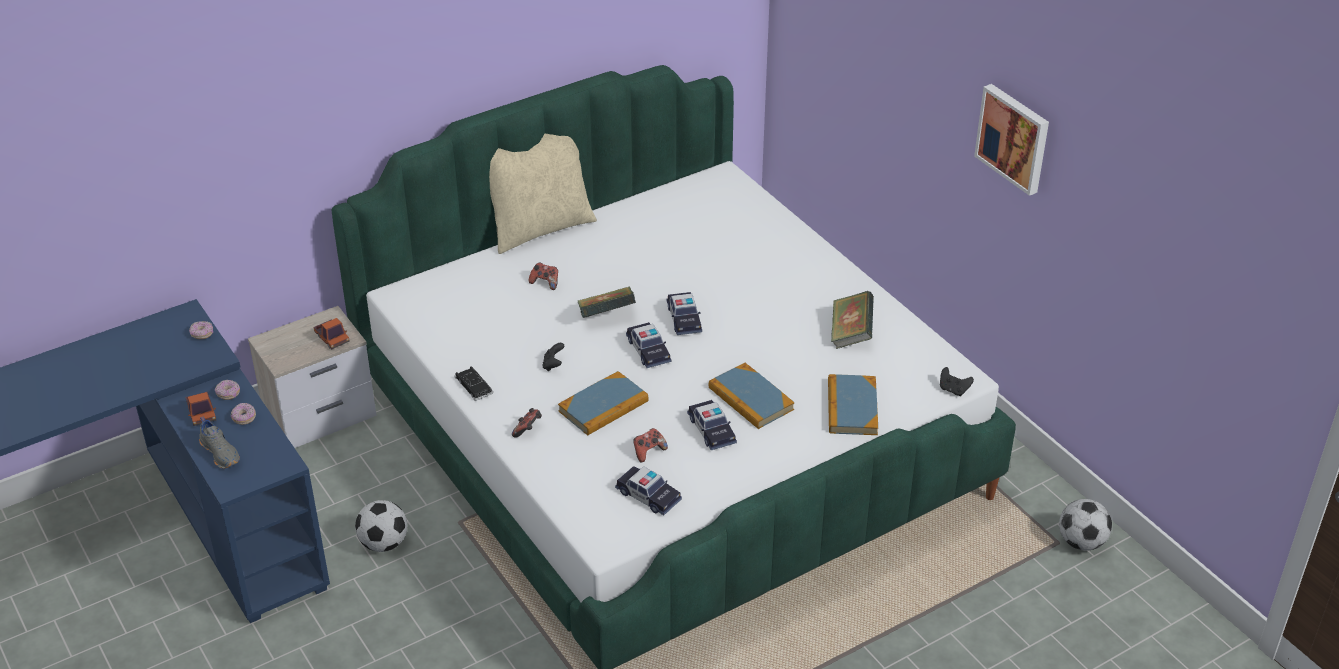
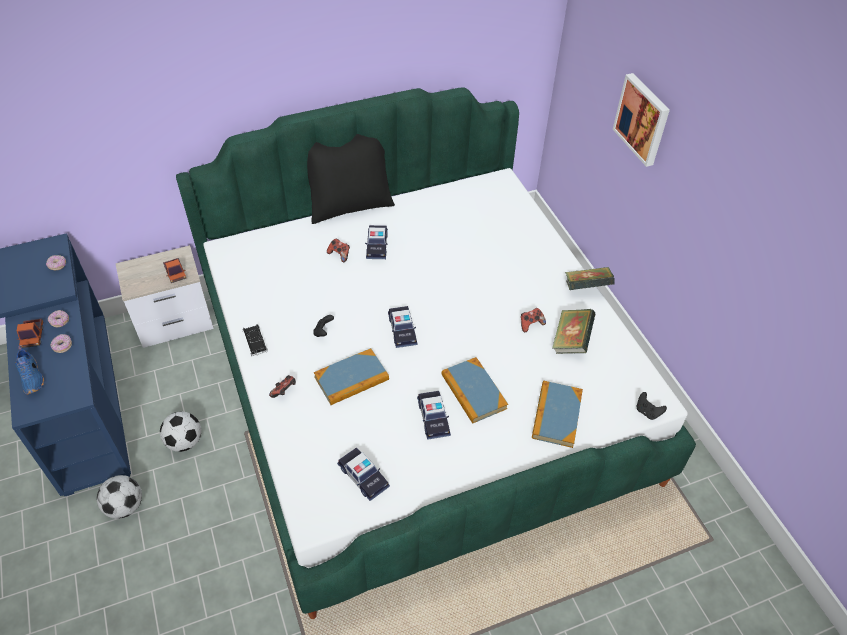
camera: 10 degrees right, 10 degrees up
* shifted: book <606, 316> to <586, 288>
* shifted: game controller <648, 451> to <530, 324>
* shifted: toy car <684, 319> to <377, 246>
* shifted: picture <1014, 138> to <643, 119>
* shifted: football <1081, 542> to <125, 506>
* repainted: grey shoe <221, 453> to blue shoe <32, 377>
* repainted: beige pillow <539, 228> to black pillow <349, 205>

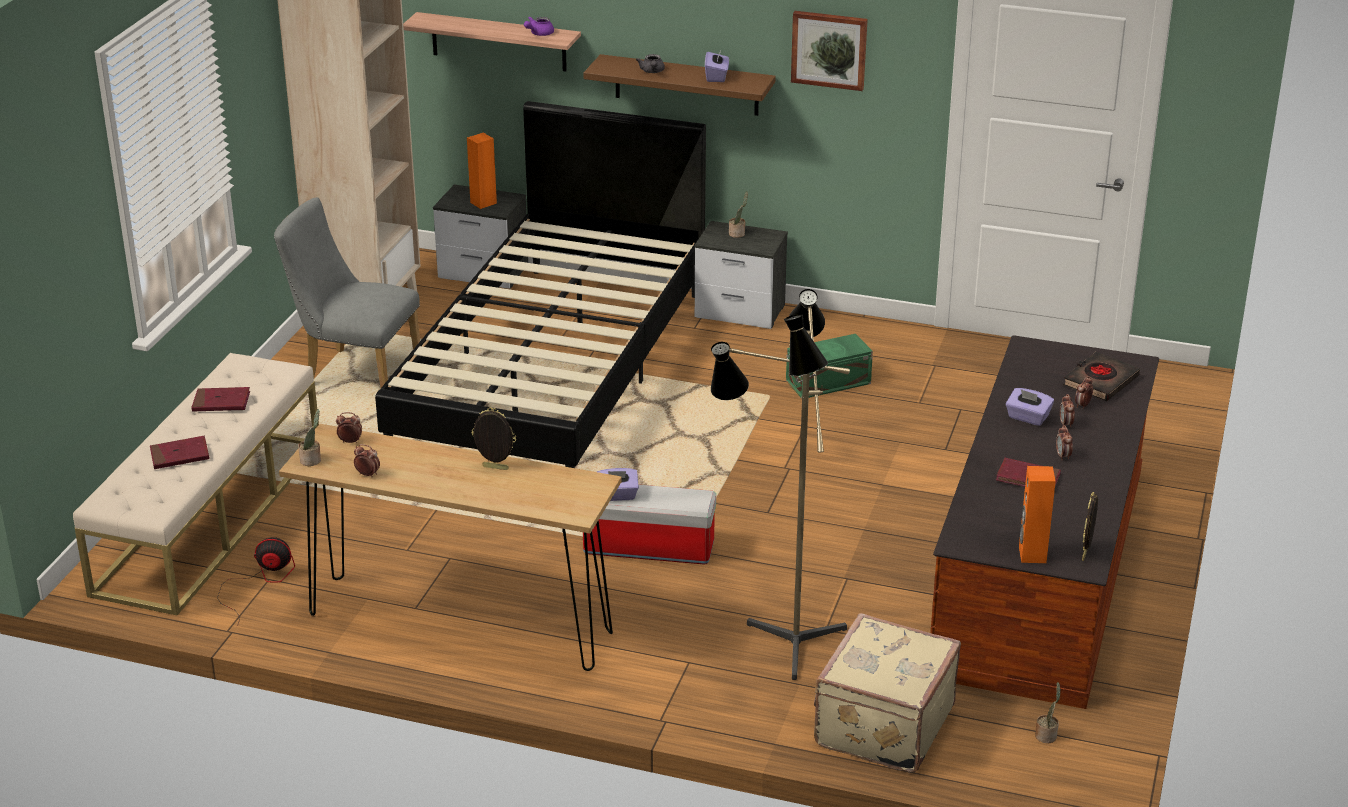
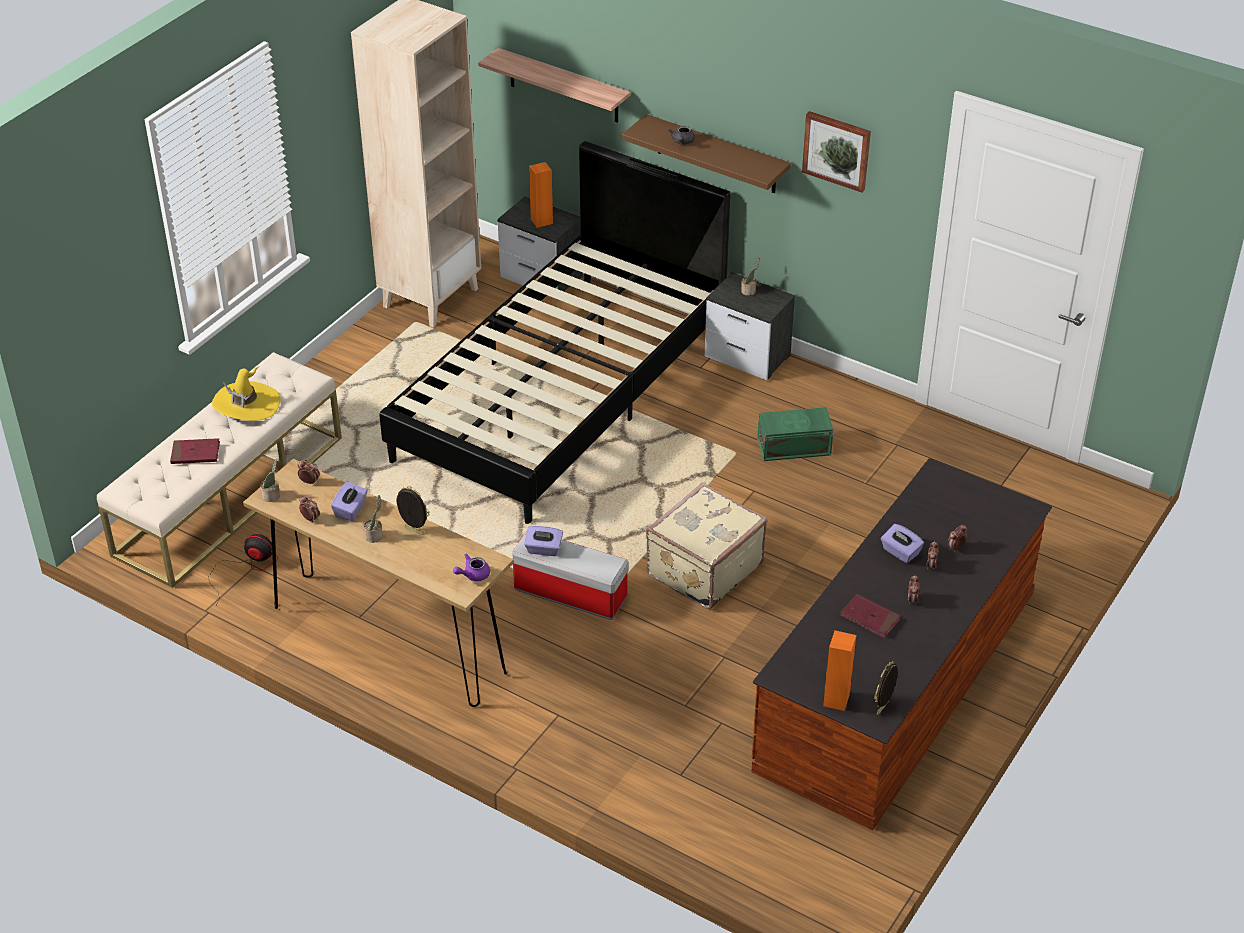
camera: 15 degrees right, 10 degrees up
* gone: grey chair <355, 373>
* gone: floor lamp <783, 644>
* gone: black book <1100, 381>
* shifted: purple teapot <539, 34> to <473, 575>
* shifted: purple tissue box <716, 76> to <351, 510>
* shifted: beige suitcase <881, 725> to <702, 569>
* shifted: potted plant <1046, 735> to <375, 536>
* swapped: red book <221, 402> to yellow hat <246, 404>

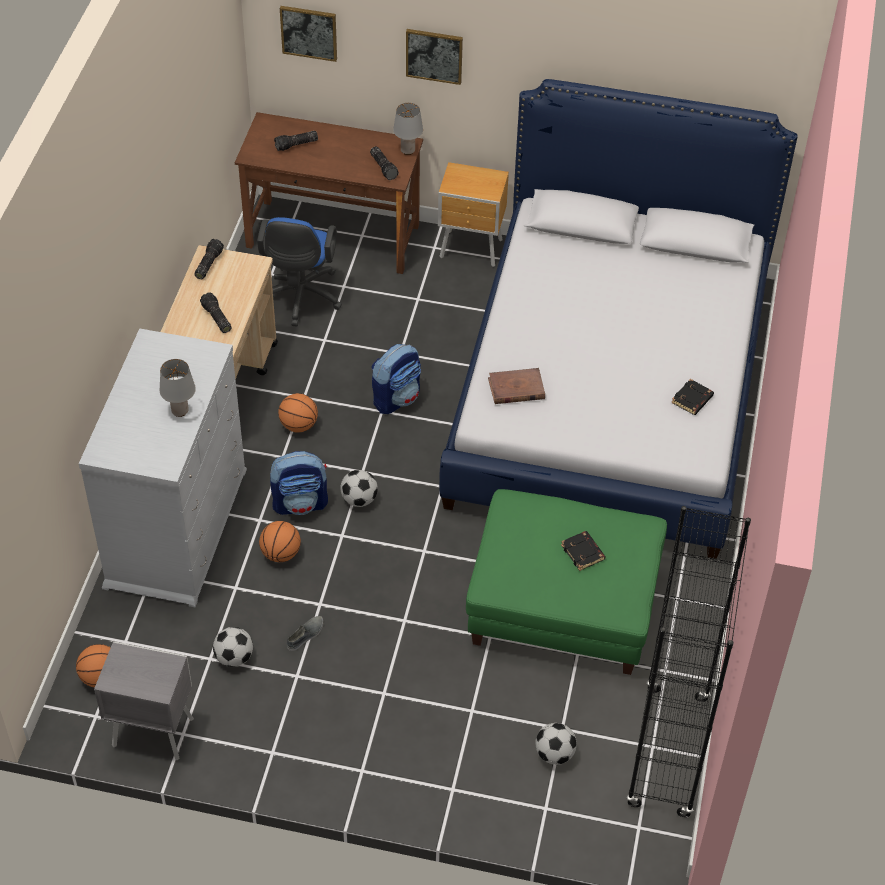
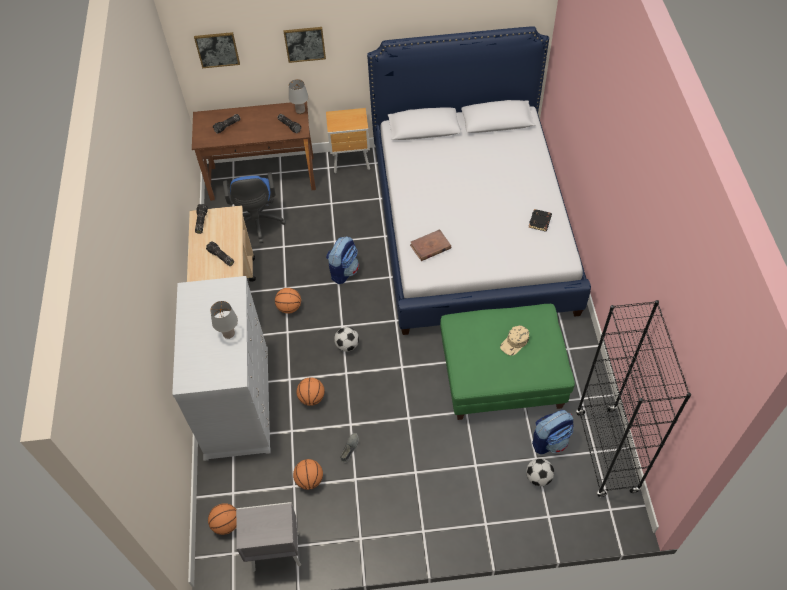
camera: 15 degrees left, 5 degrees up
* shifted: backpack <300, 503> to <550, 441>
* swapped: football <234, 657> to basketball <309, 480>
* swapped: black book <583, 553> to beige cap <515, 342>

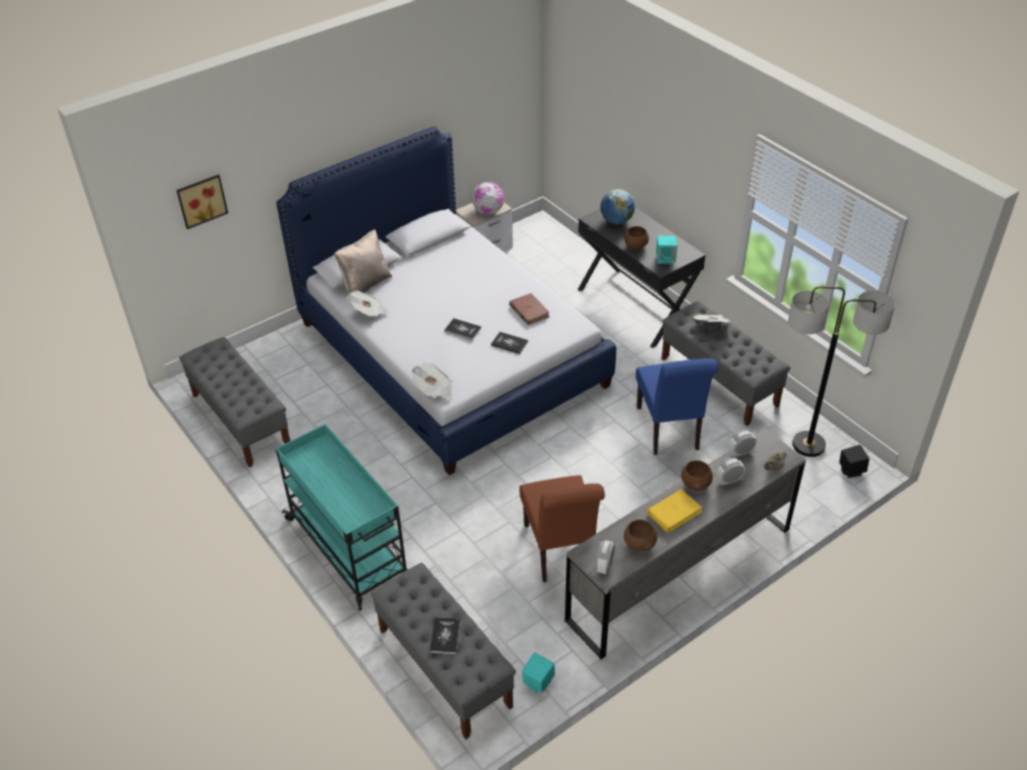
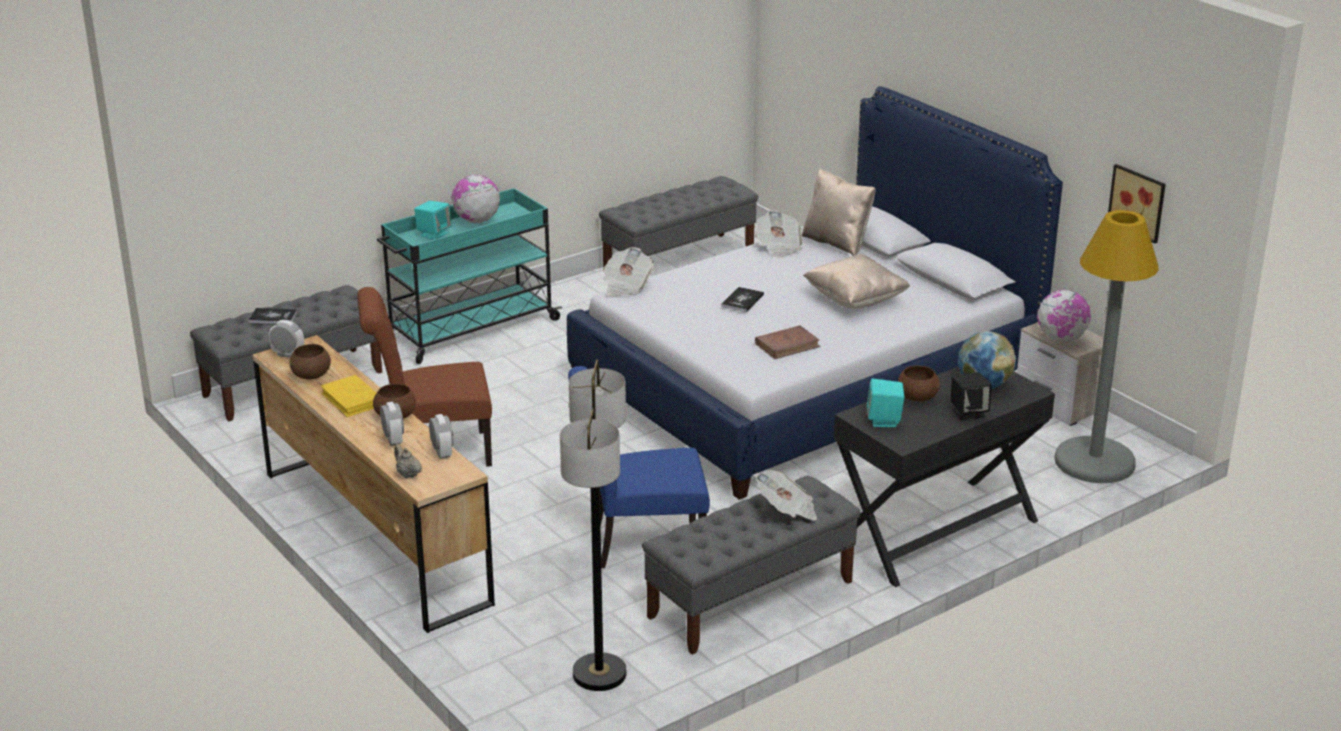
camera: 90 degrees right, 15 degrees down
* gone: book <509, 343>
* new: globe <476, 221>
* new: beige pillow <855, 300>
* new: grey floor lamp <1094, 462>
* shifted: picture <201, 200> to <1138, 202>
* shifted: turquoise speaker <538, 682> to <433, 234>
* shifted: black speaker <850, 470> to <968, 412>
* repainted: grey dresser <680, 573> to brown dresser <375, 536>

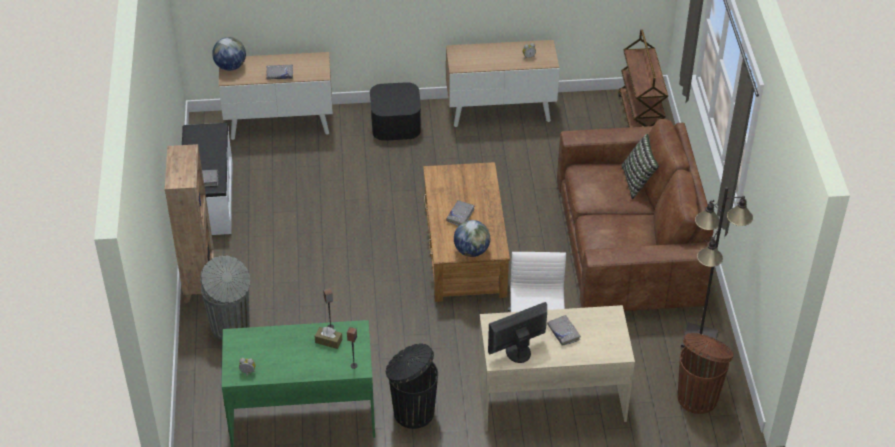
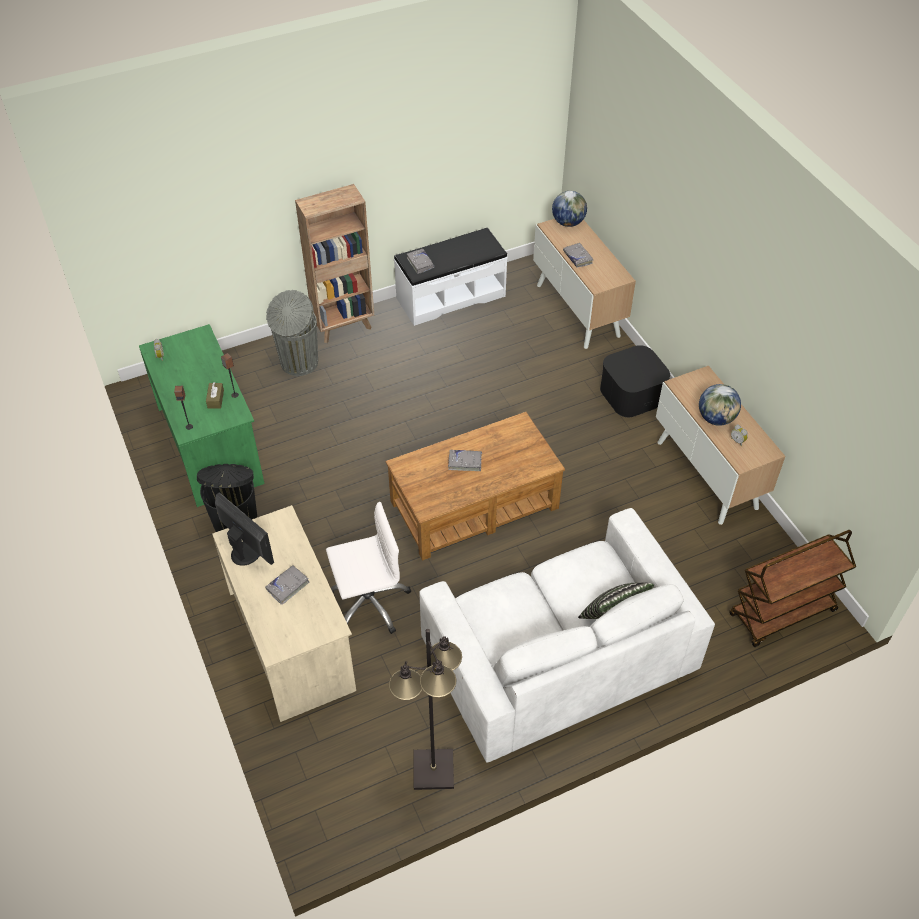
camera: 70 degrees right, 5 degrees up
* gone: brown trash can <698, 397>
* shifted: globe <471, 251> to <716, 418>
* repainted: brown sofa <629, 244> to white sofa <558, 656>

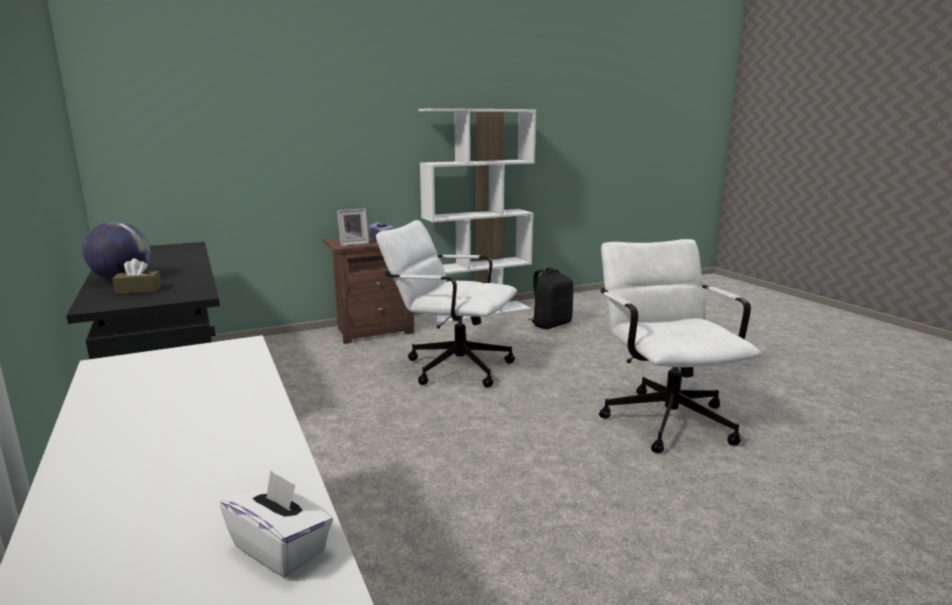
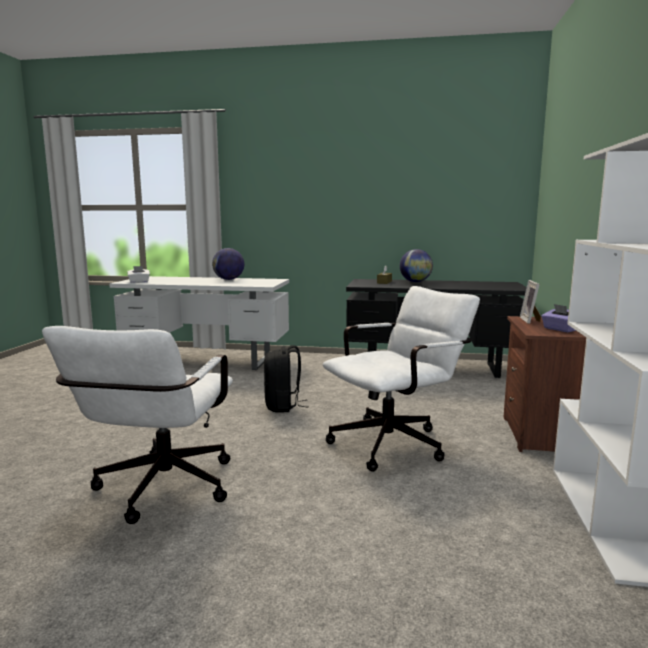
camera: 125 degrees right, 5 degrees down
* new: globe <229, 279>
* shifted: black backpack <550, 324> to <283, 406>
* rotated: white office chair <663, 416> = <159, 492> 75 degrees clockwise

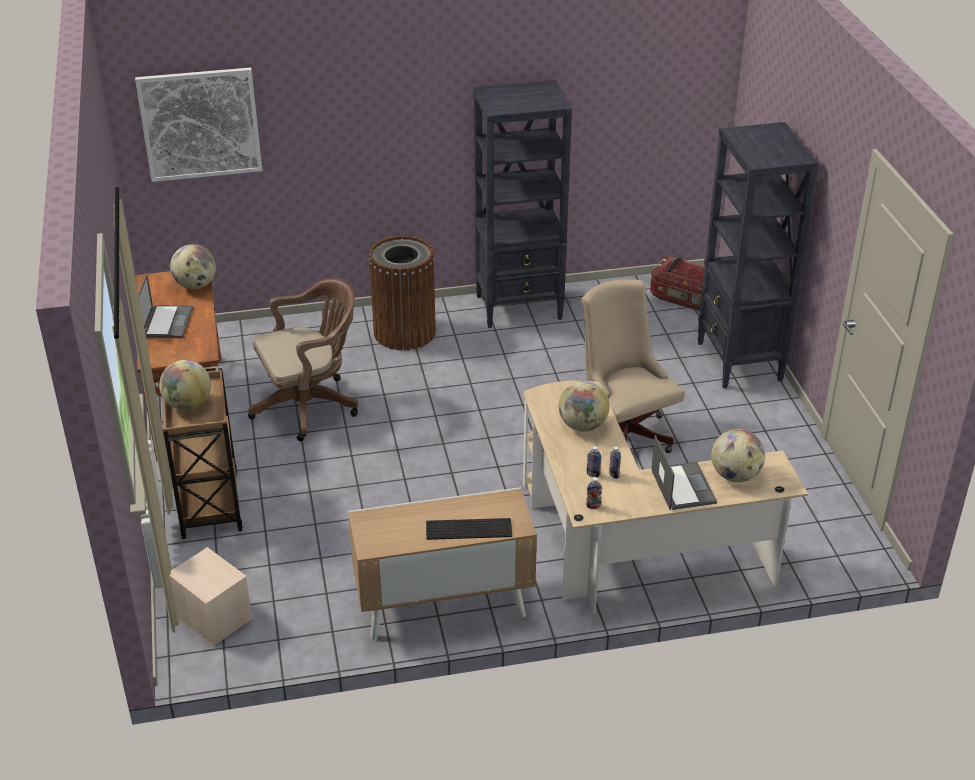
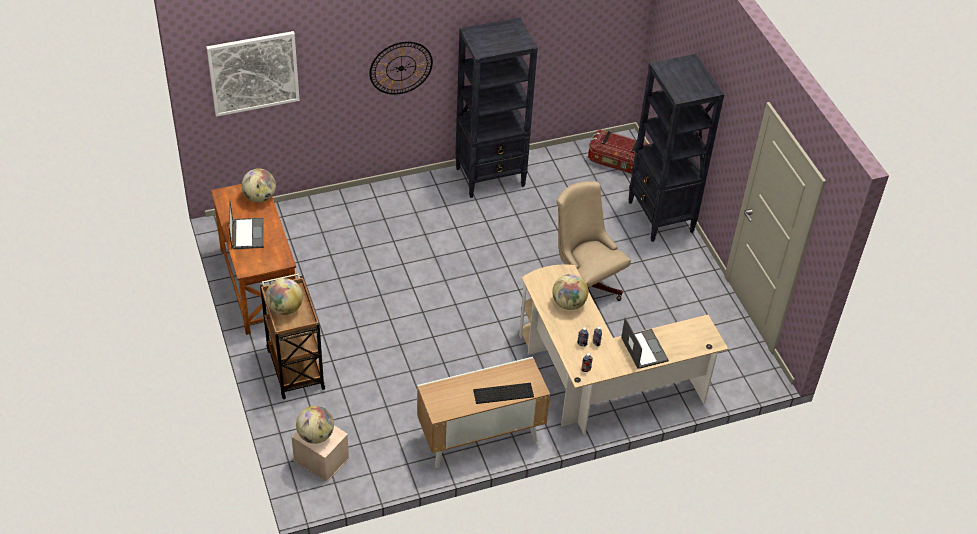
camera: 10 degrees left, 10 degrees up
* gone: brown office chair <310, 405>
* gone: brown trash can <404, 332>
* new: wall clock <401, 68>
* shifted: globe <735, 475> to <316, 435>

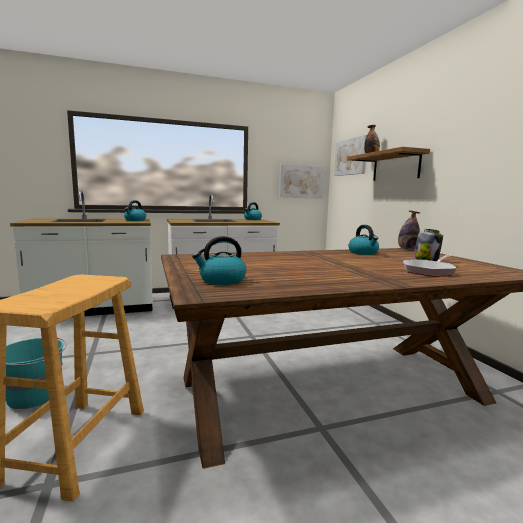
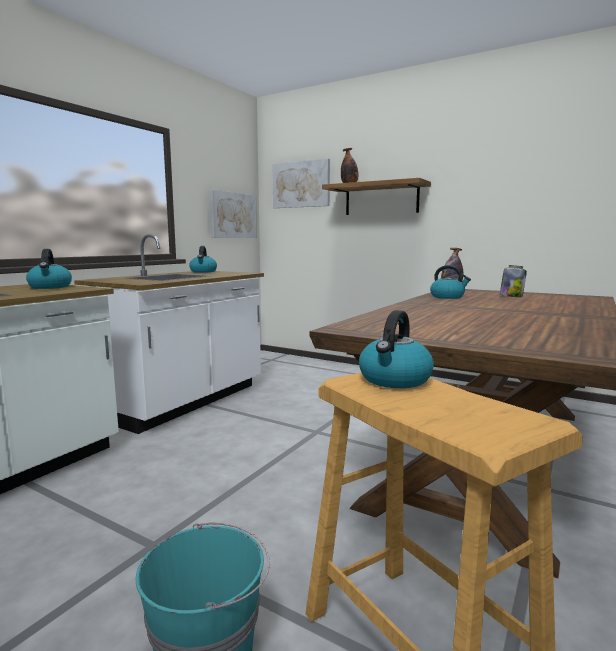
camera: 40 degrees left, 0 degrees up
* gone: frying pan <429, 271>
* shifted: kettle <221, 280> to <395, 380>

